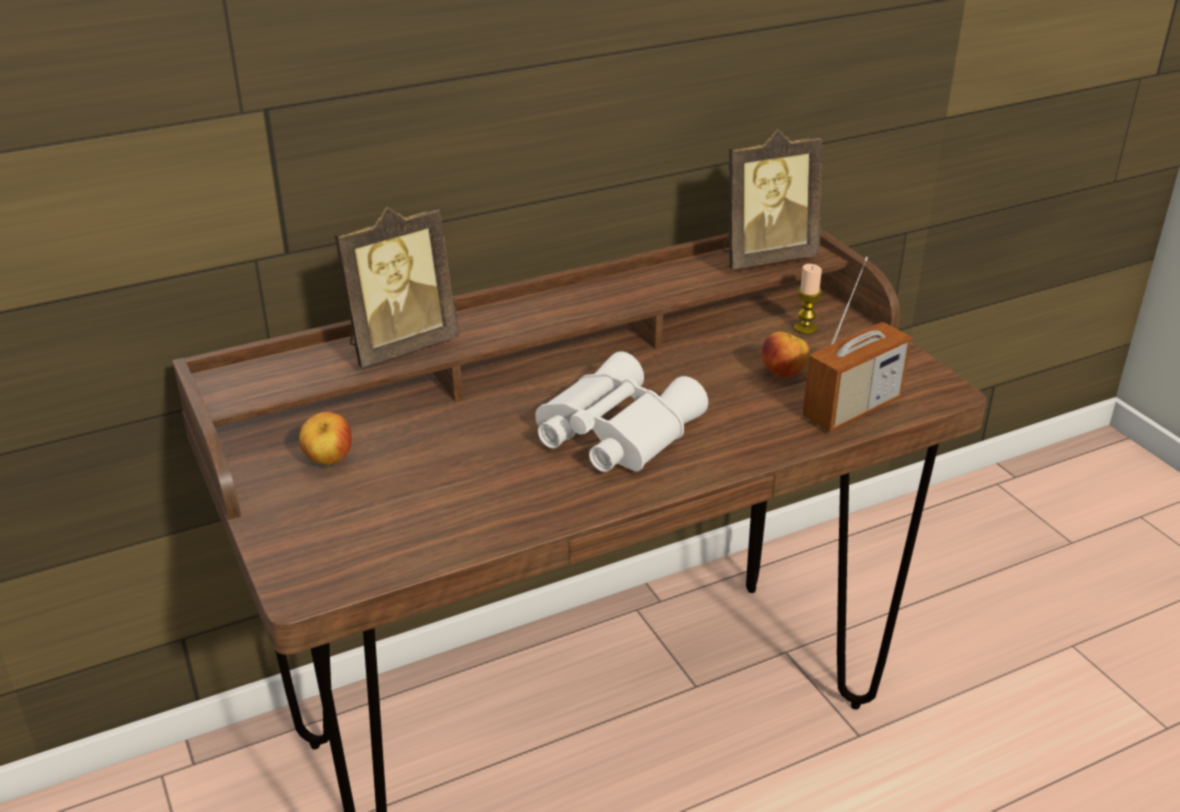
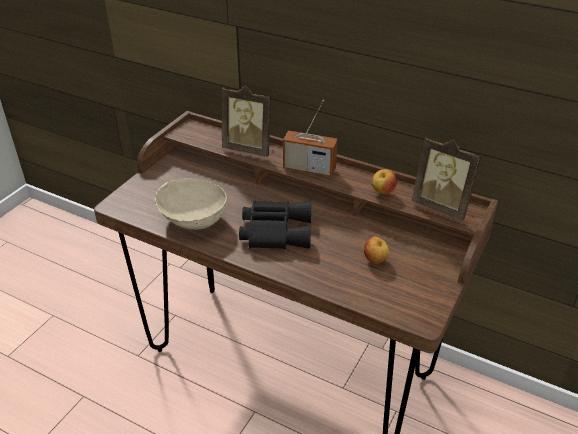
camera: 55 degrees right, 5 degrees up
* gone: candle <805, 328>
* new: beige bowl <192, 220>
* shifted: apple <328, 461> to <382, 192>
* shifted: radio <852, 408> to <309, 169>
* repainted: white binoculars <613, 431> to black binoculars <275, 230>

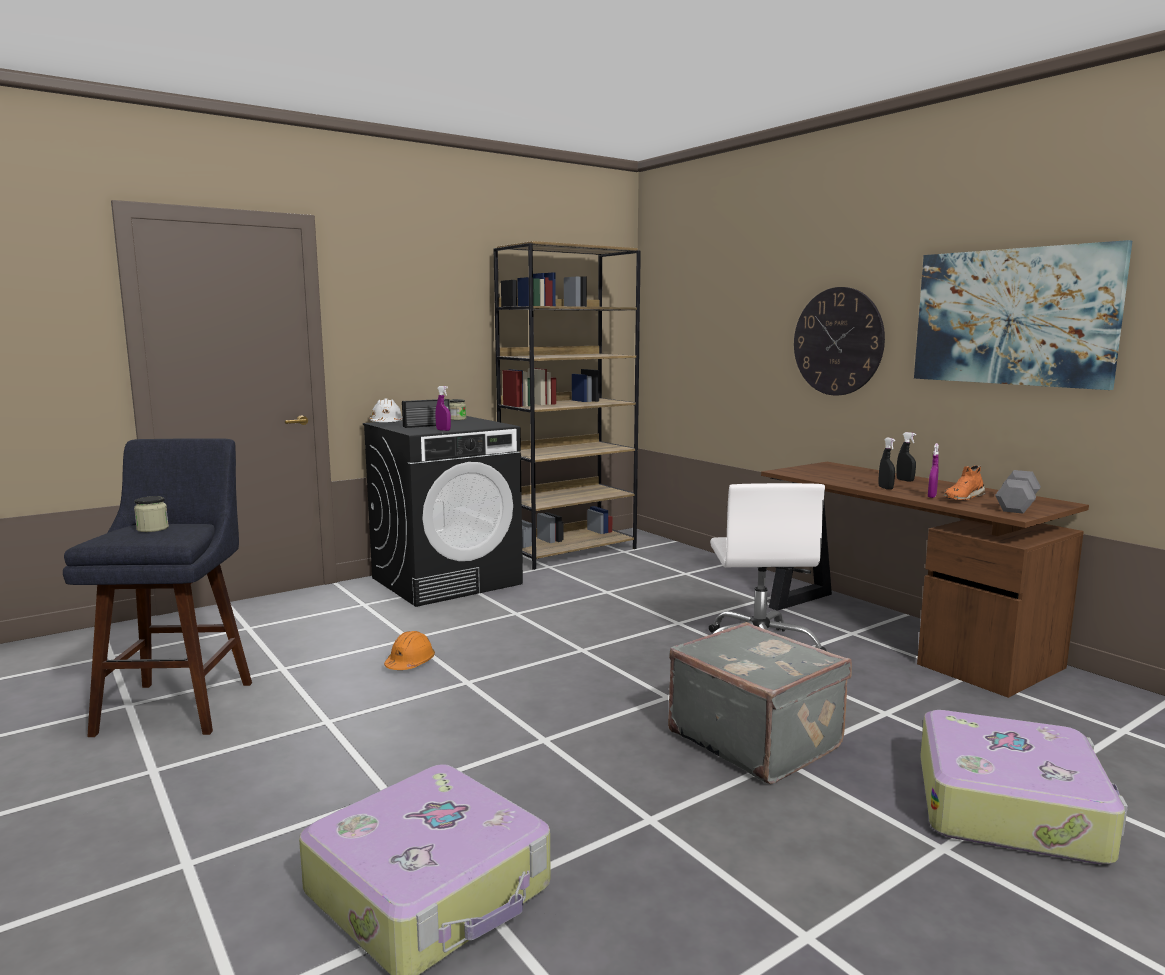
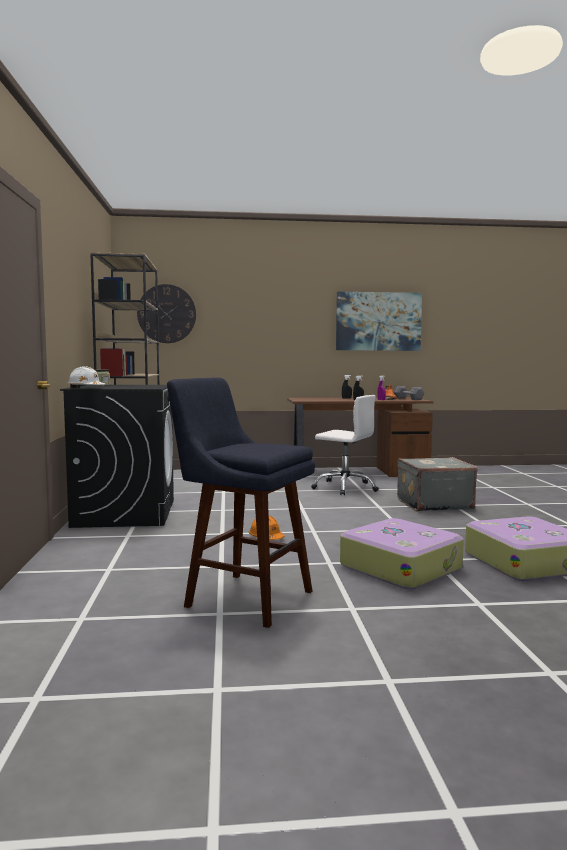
camera: 60 degrees left, 5 degrees down
* gone: jar <152, 528>
* gone: radio <427, 426>
* gone: purple spray bottle <443, 430>
* shifted: wall clock <838, 341> to <166, 314>
* shifted: suitcase <1010, 806> to <400, 567>

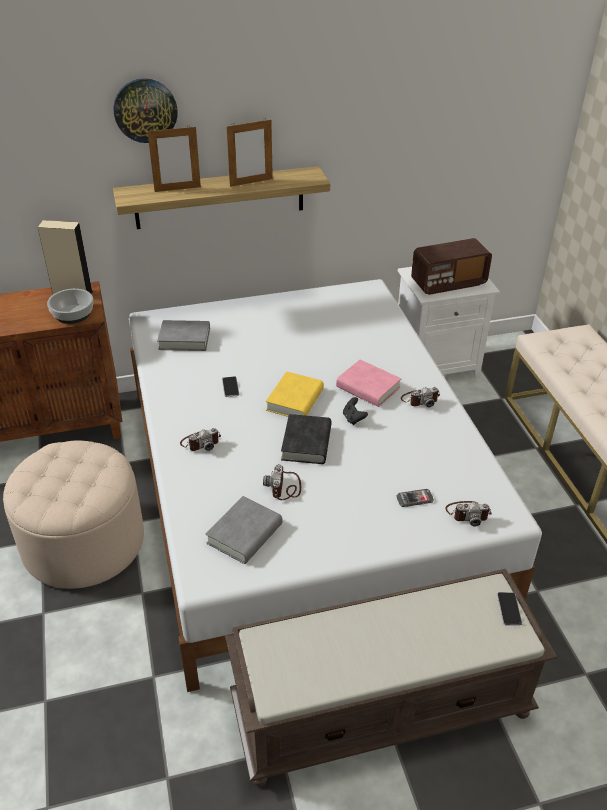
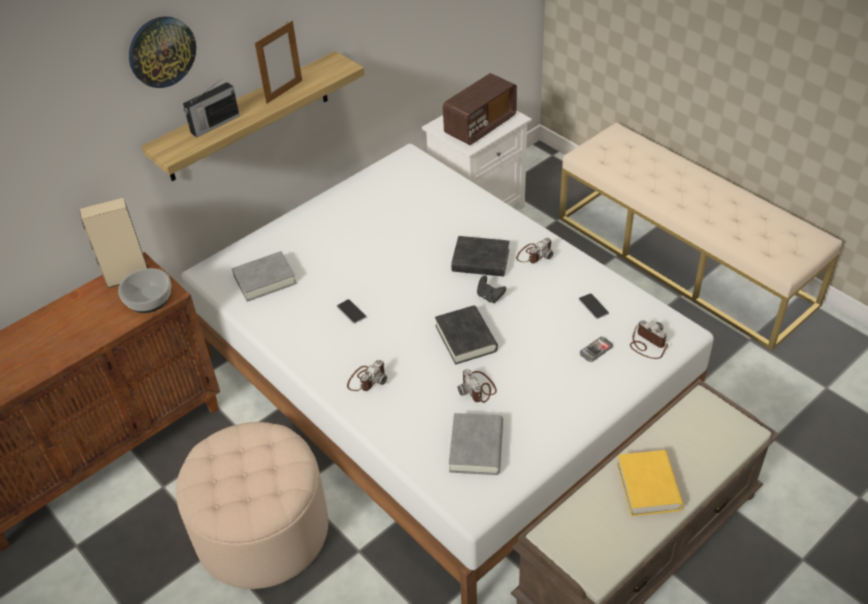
camera: 25 degrees left, 5 degrees up
* shifted: yellow book <295, 400> to <648, 486>
* shifted: phone <509, 609> to <593, 306>
* swapped: picture frame <177, 189> to radio <214, 124>
* repainted: pink book <368, 388> to black book <480, 261>
* rotated: photo camera <467, 513> = <647, 344> 105 degrees counterclockwise

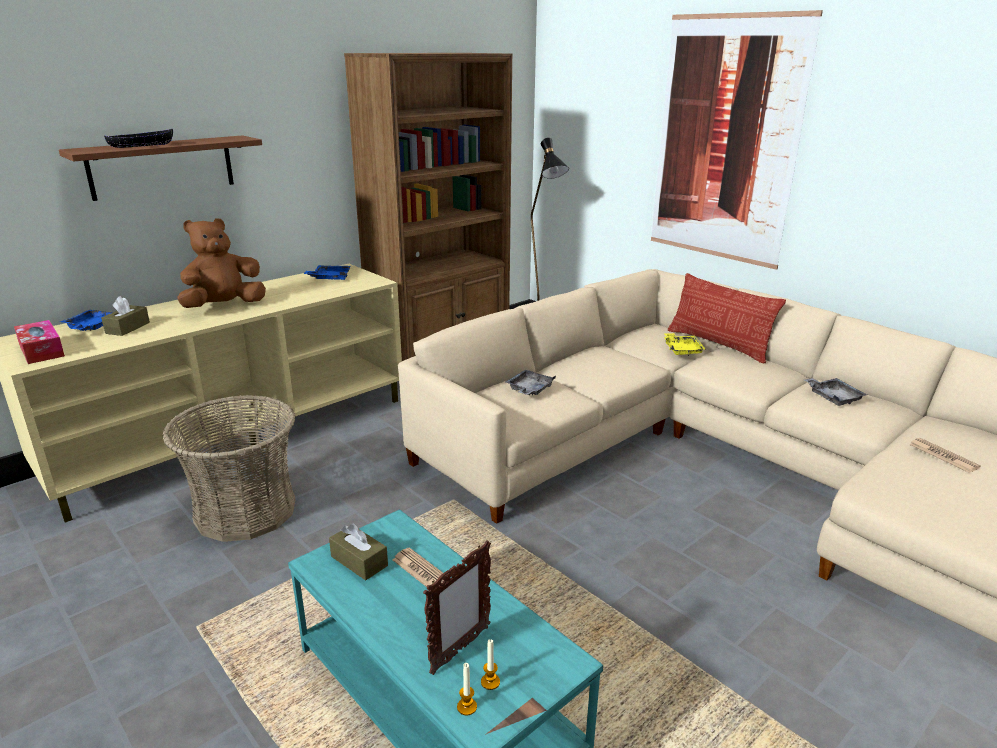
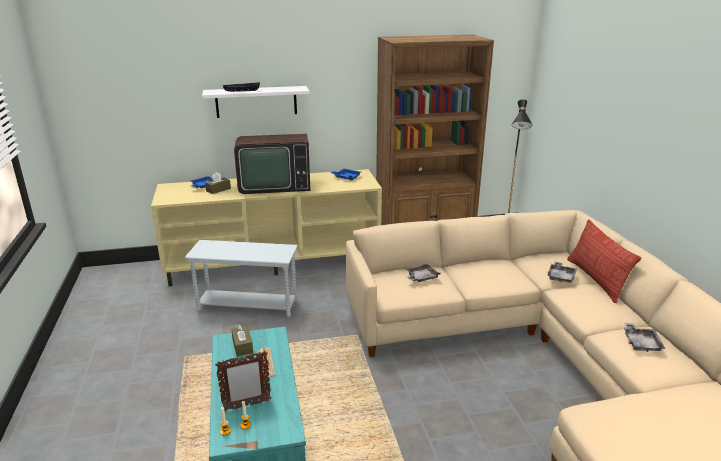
camera: 30 degrees right, 0 degrees up
* gone: tissue box <41, 350>
* gone: picture <725, 141>
* gone: newspaper <943, 456>
* swapped: basket <245, 510> to white side table <247, 306>
* swapped: brown plush toy <224, 306> to television <273, 185>
* repainted: brown shelf <162, 167> to white shelf <256, 101>
* repainted: yellow tray <682, 350> to grey tray <561, 277>

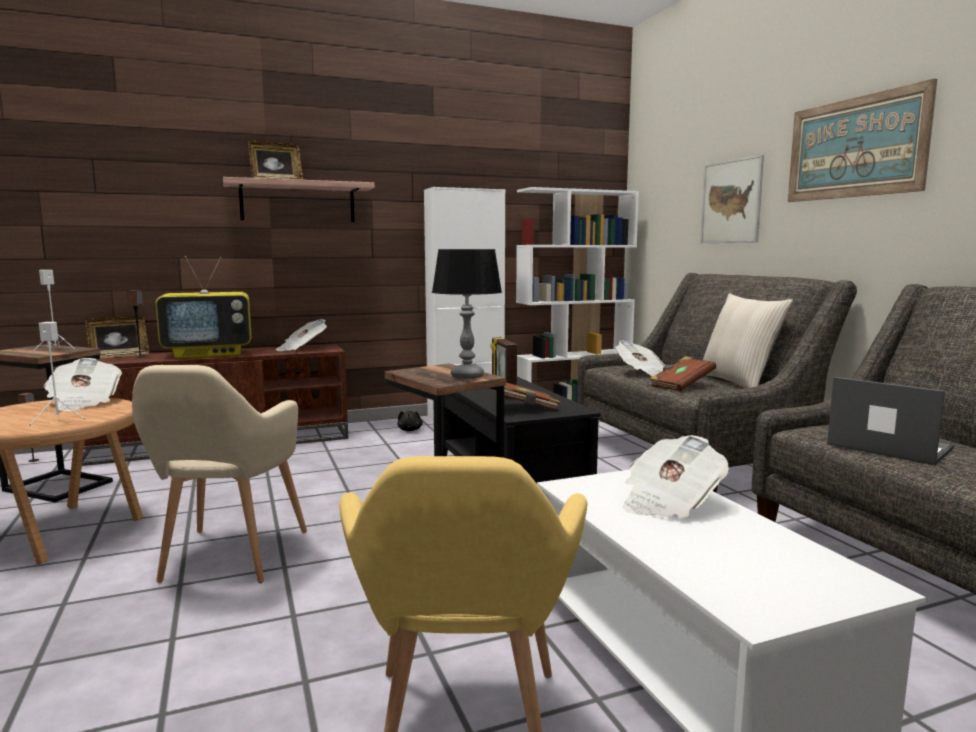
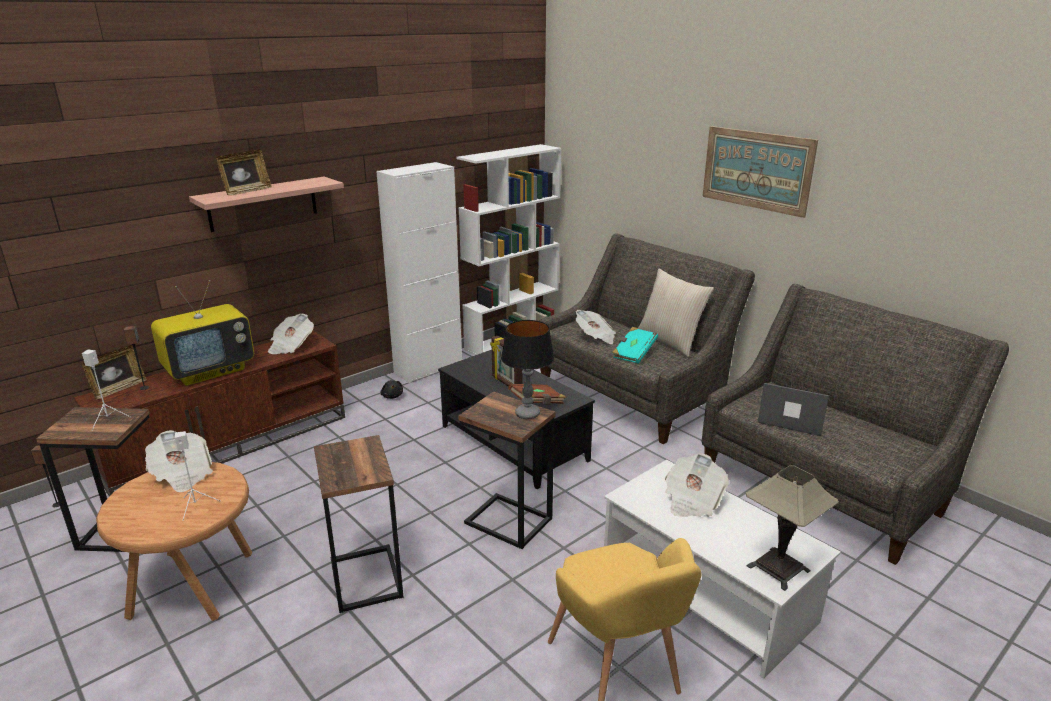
camera: 20 degrees left, 15 degrees up
* gone: picture <731, 201>
* new: table lamp <778, 568>
* swapped: beige armchair <227, 560> to side table <364, 579>
* repainted: brown book <681, 386> to turquoise book <633, 353>

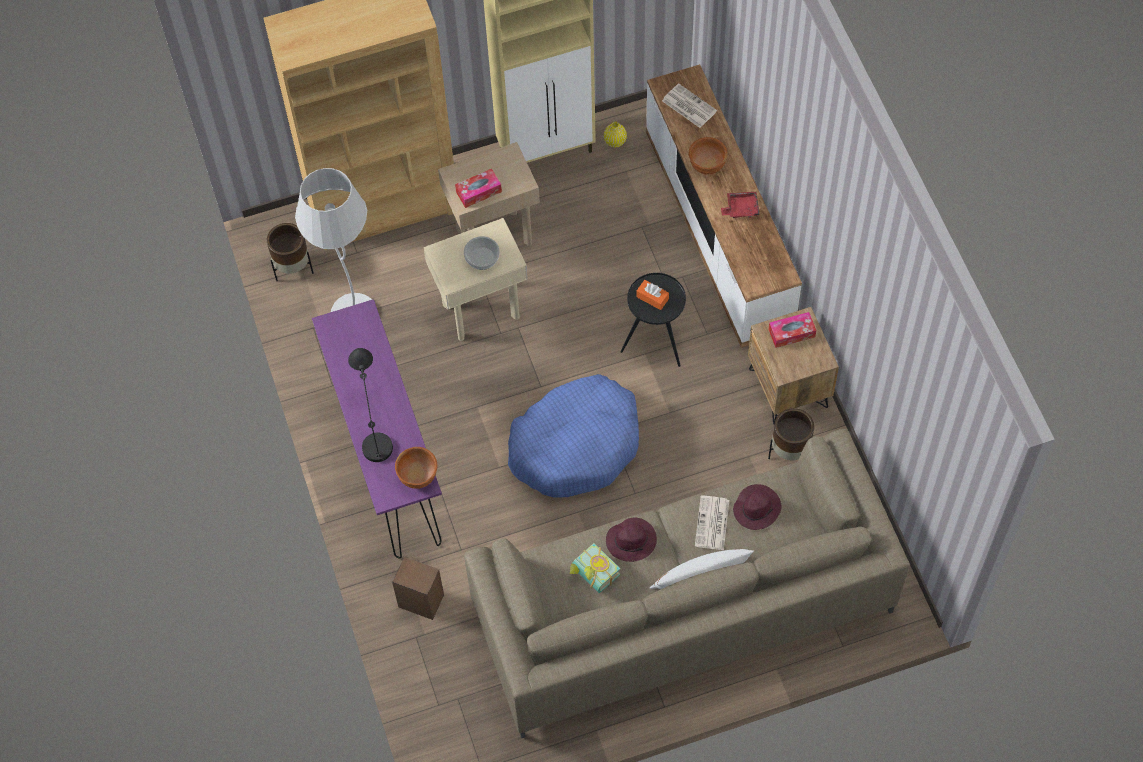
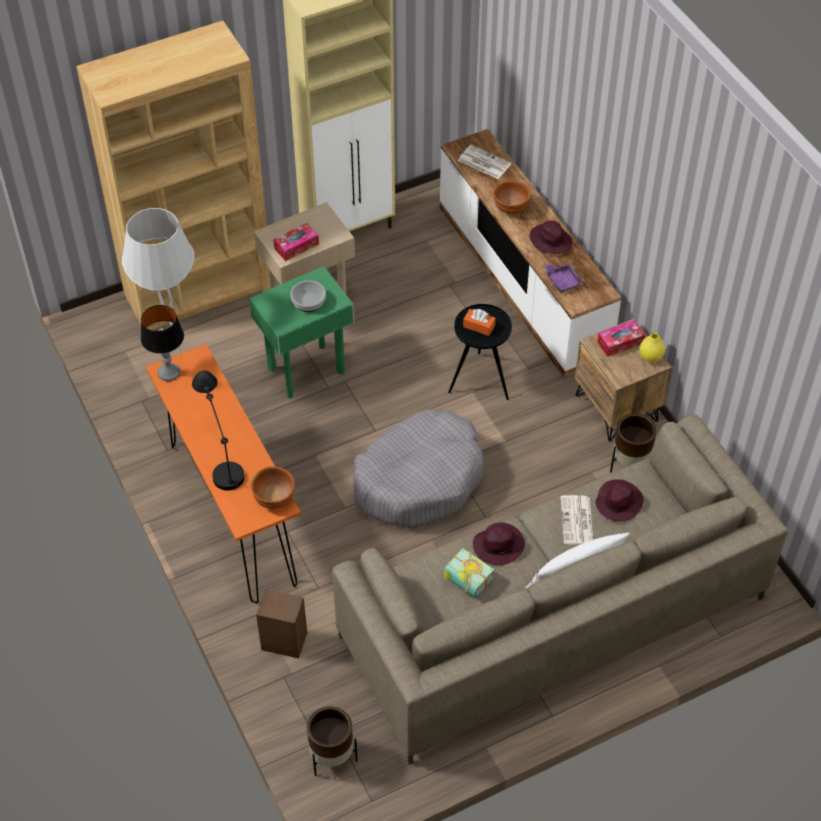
camera: 10 degrees left, 10 degrees down
* new: table lamp <168, 372>
* new: purple tray <562, 281>
* shifted: brown planter <292, 268> to <331, 757>
* shifted: yellow vase <615, 141> to <650, 356>
* swapped: red tray <741, 208> to purple hat <550, 241>
* repainted: purple console table <388, 461> to orange console table <232, 513>
* repainted: beige side table <481, 311> to green side table <306, 370>
* repainted: blue dog bed <576, 445> to grey dog bed <419, 479>

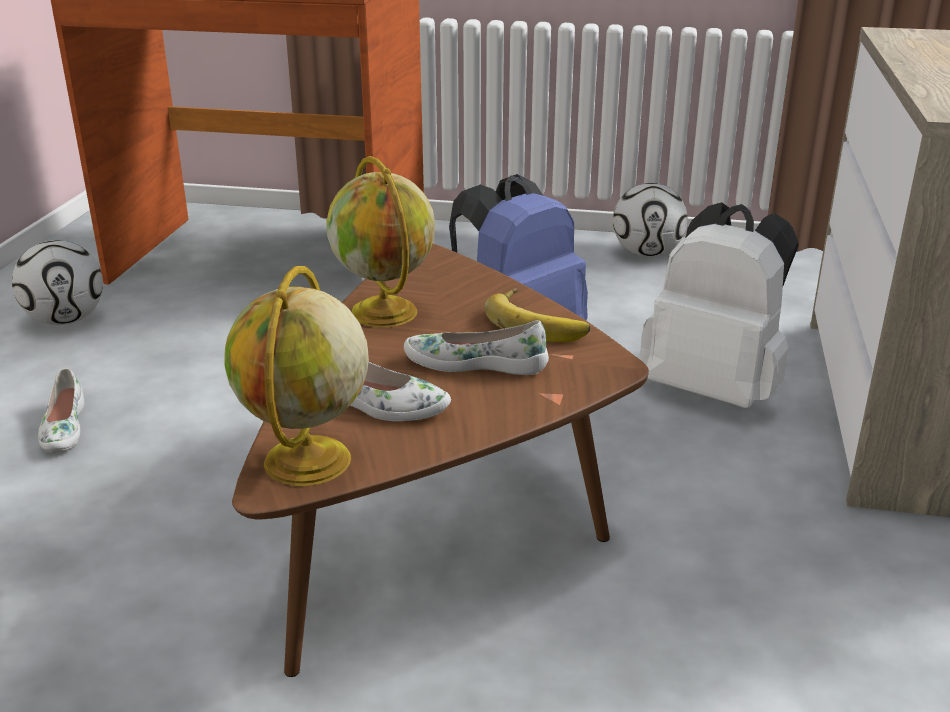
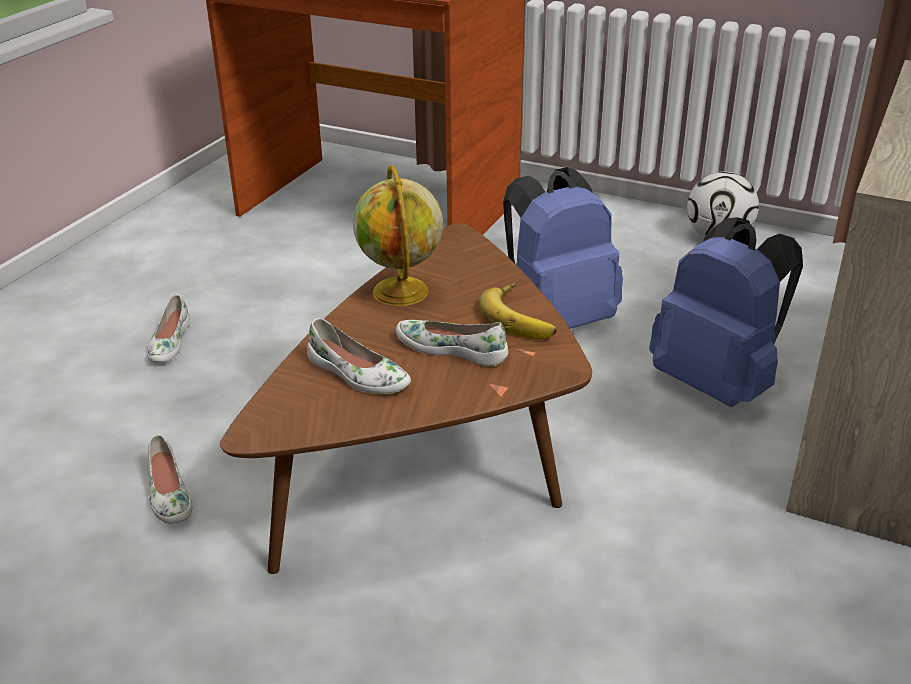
camera: 15 degrees right, 5 degrees up
* gone: football <66, 320>
* gone: globe <307, 463>
* new: white shoe <168, 494>
* repainted: white backpack <714, 390> to blue backpack <717, 383>

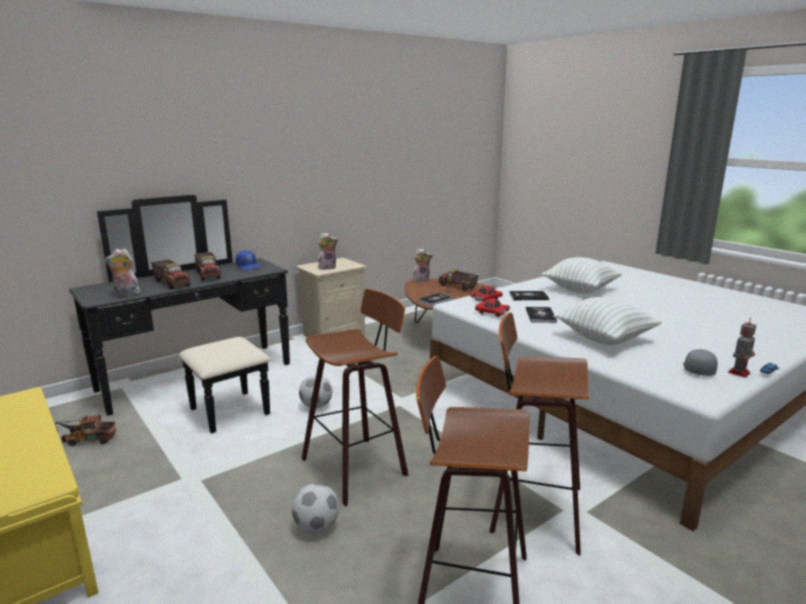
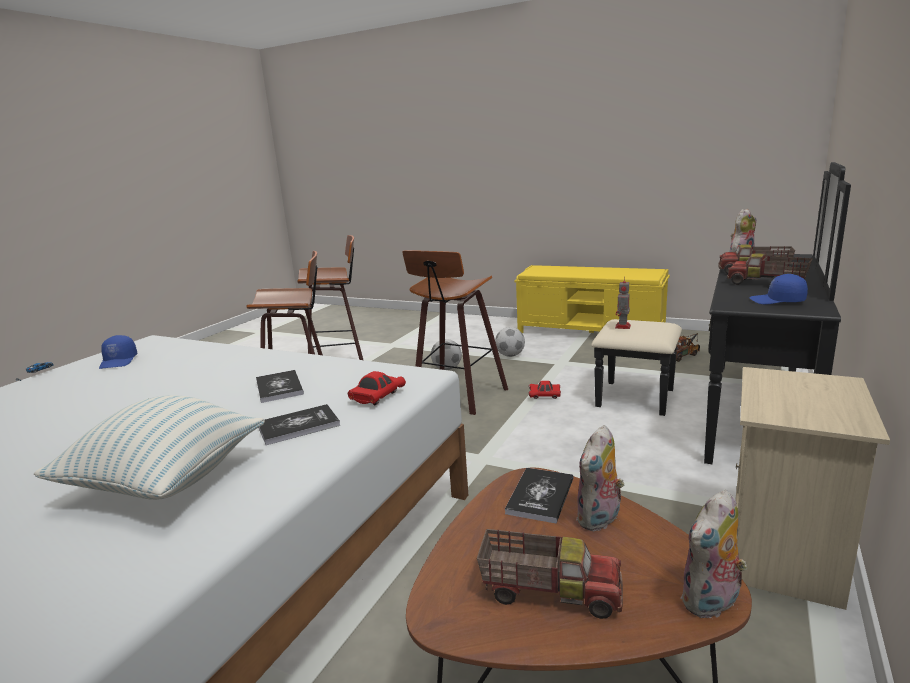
camera: 155 degrees right, 0 degrees up
* gone: pillow <604, 339>
* shifted: football <316, 406> to <510, 355>
* shifted: plush toy <327, 267> to <600, 520>
* shifted: red toy car <492, 313> to <544, 396>
* shifted: toy robot <739, 372> to <622, 327>
* repainted: grey cap <697, 369> to blue cap <119, 361>

